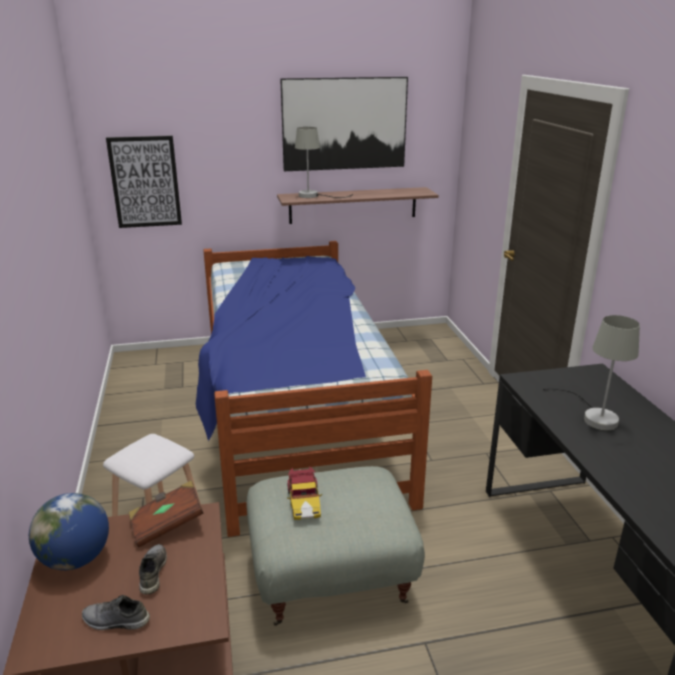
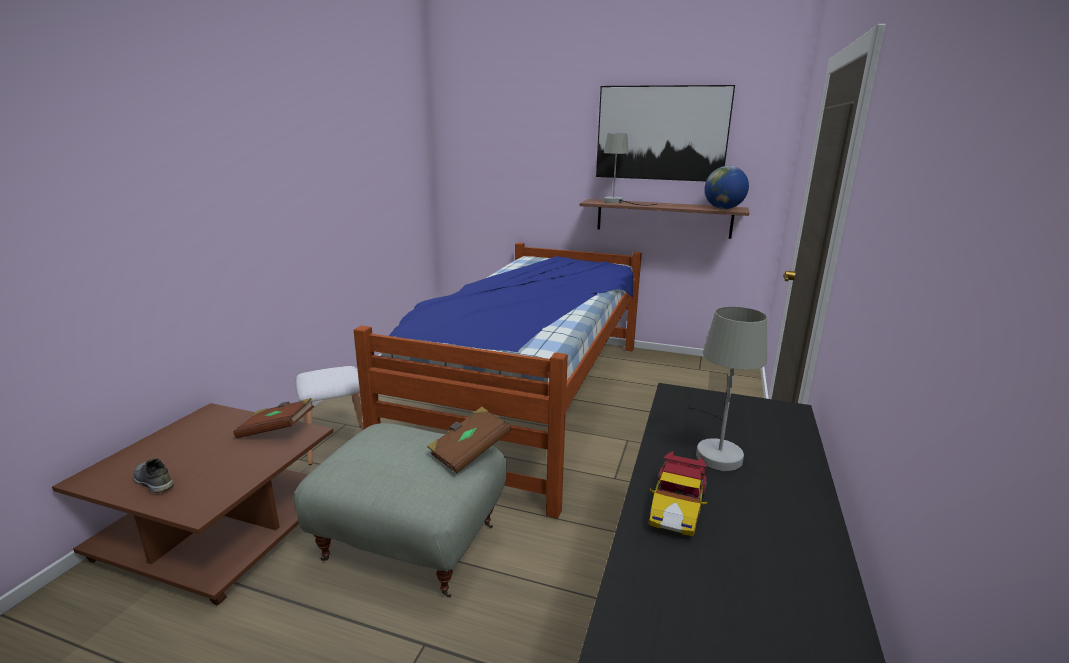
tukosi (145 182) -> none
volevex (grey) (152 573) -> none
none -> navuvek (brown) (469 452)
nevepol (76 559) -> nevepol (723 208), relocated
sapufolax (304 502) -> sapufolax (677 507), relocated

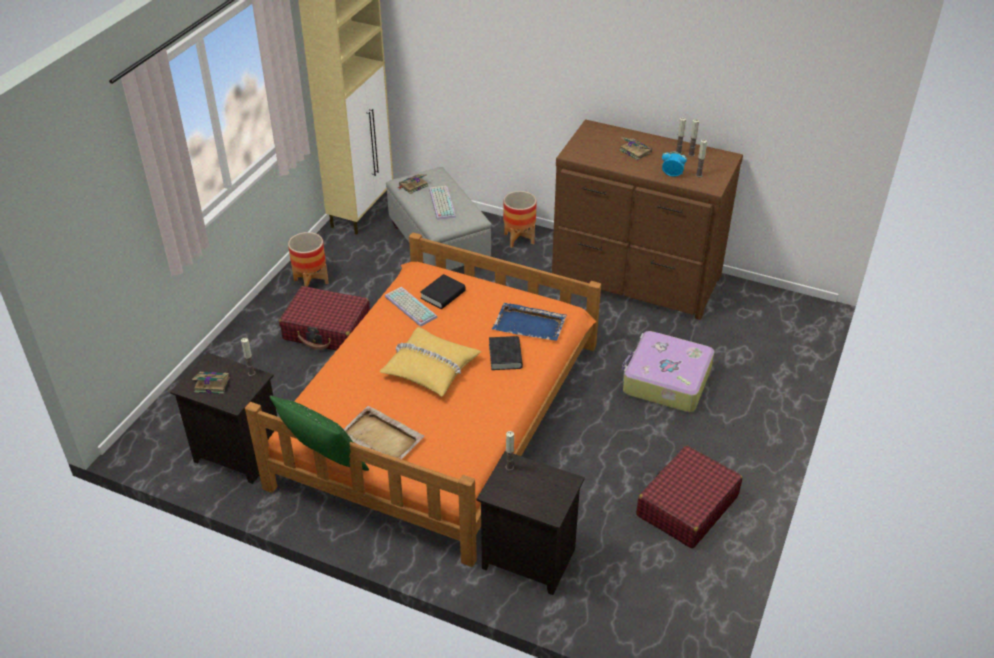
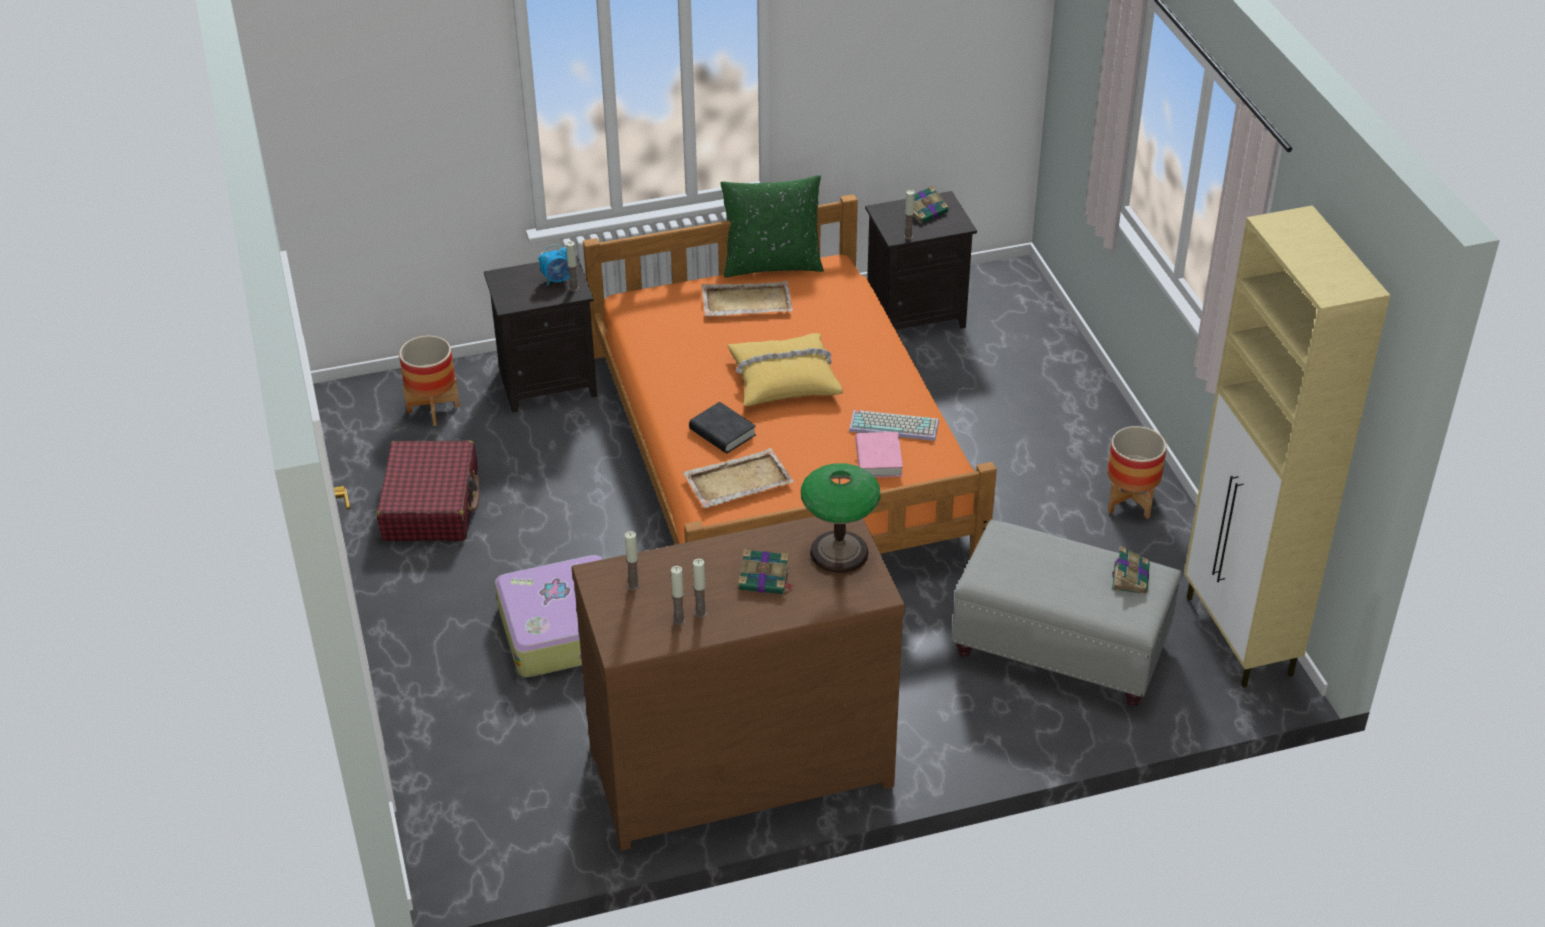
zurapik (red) (327 329) -> none
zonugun (441 203) -> none
none -> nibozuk (838 553)
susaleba (519 239) -> susaleba (433 409), relocated
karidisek (672 174) -> karidisek (557 280), relocated
navuvek (black) (443 295) -> navuvek (pink) (878 459)
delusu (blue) (530 324) -> delusu (beige) (737 481)

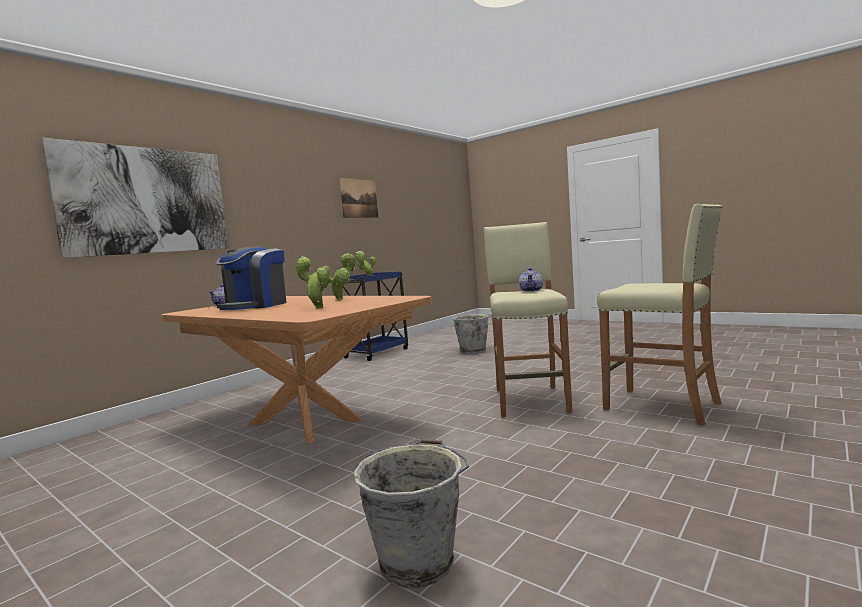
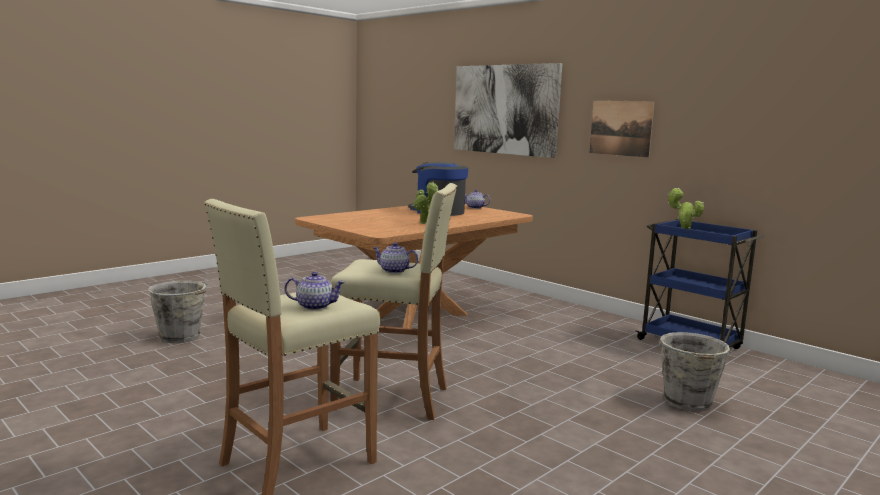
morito (317 308) -> none
none -> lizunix (314 306)
tukosi (359 198) -> tukosi (621 128), relocated

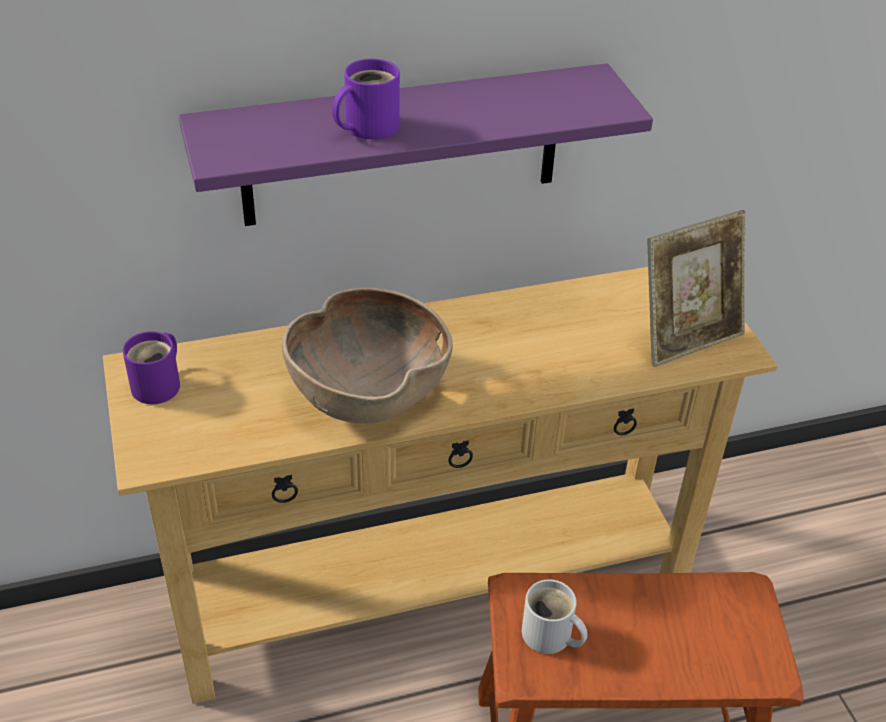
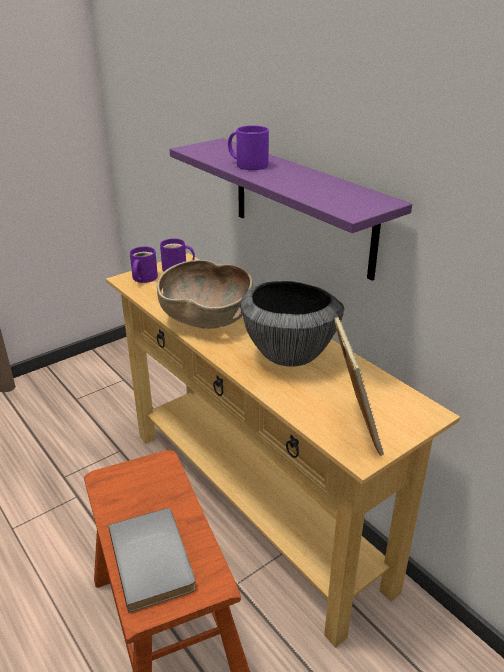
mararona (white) (549 637) -> none
none -> navuvek (grey) (155 559)
none -> mararona (purple) (143 278)
none -> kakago (290 355)
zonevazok (687 338) -> zonevazok (354 425), 135 degrees counterclockwise

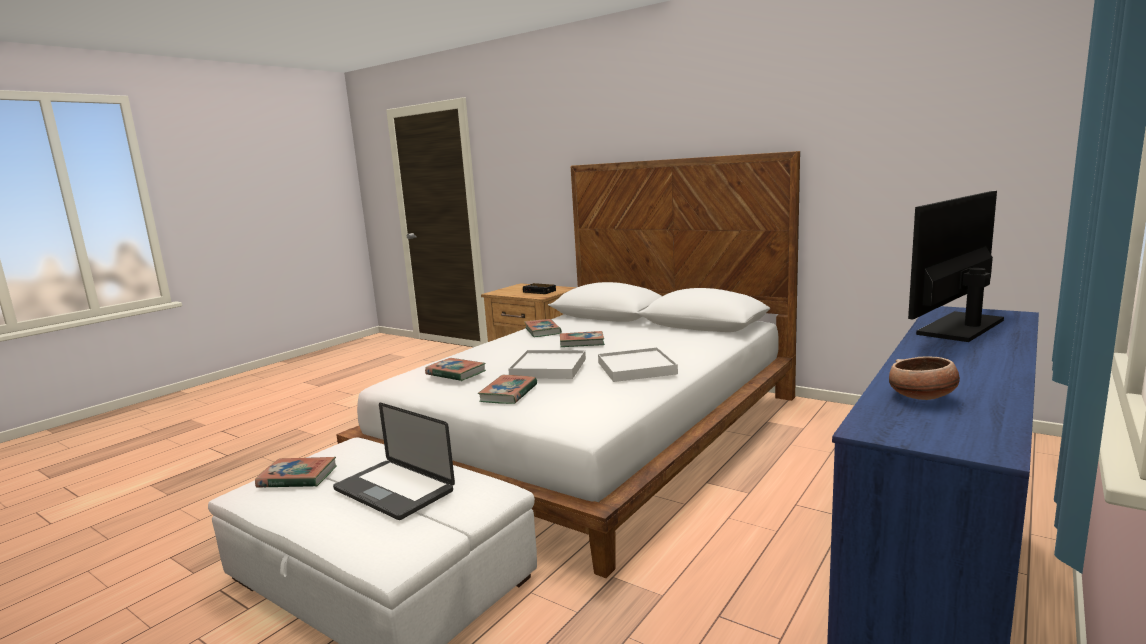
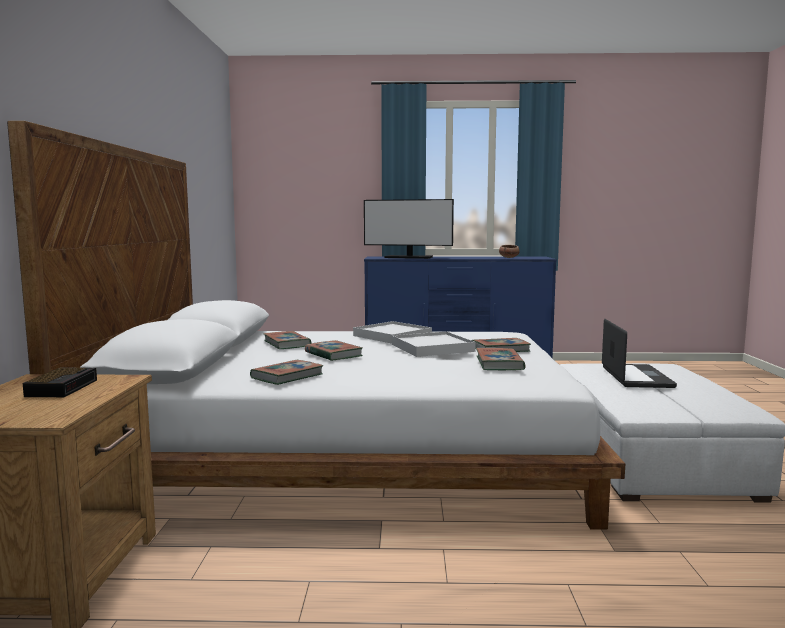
navuvek (297 477) -> navuvek (287 344), relocated

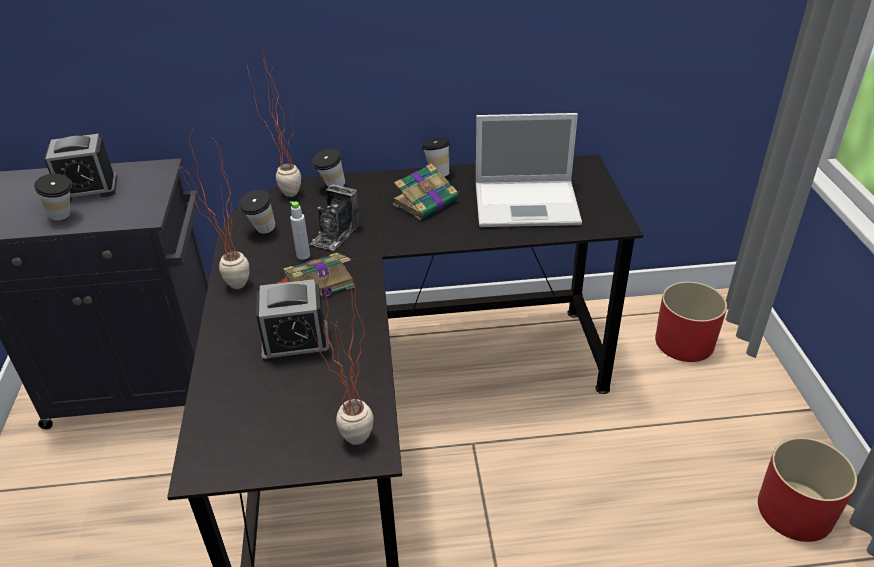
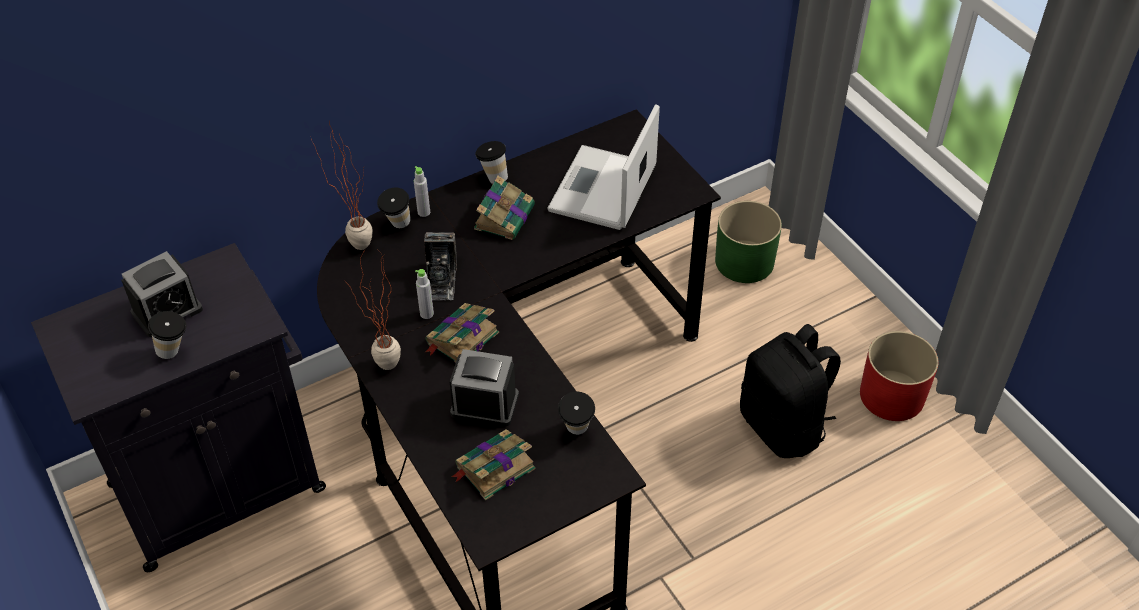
morito (351 447) -> none
none -> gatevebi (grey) (424 212)
none -> navuvek (493 468)
none -> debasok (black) (783 427)
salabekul (261 231) -> salabekul (576 432), relocated
susaleba (red) (684 342) -> susaleba (green) (744 261)
karidisek (295 342) -> karidisek (484 404), 135 degrees counterclockwise
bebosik (528 203) -> bebosik (602 190), 135 degrees clockwise

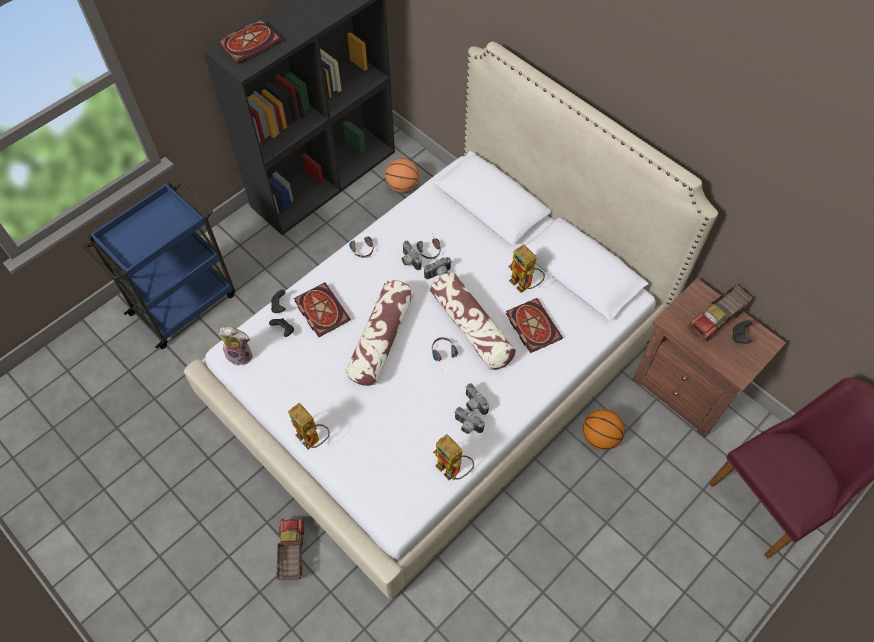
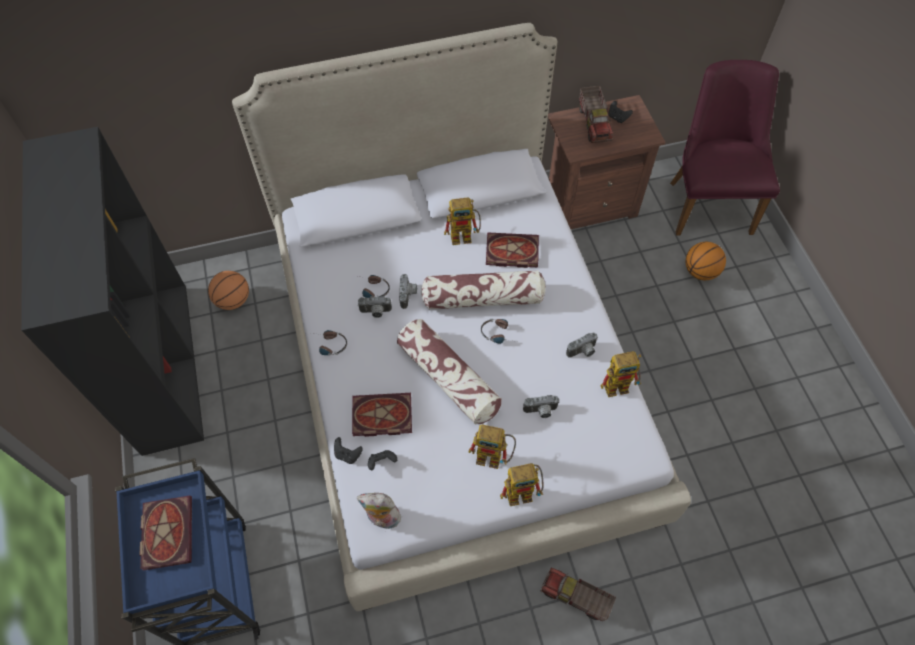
none -> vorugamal (494 457)
navuvek (251 42) -> navuvek (166 531), relocated
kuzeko (473 404) -> kuzeko (540 411), relocated
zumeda (600 437) -> zumeda (700 272), relocated
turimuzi (241 354) -> turimuzi (382 519), 120 degrees counterclockwise

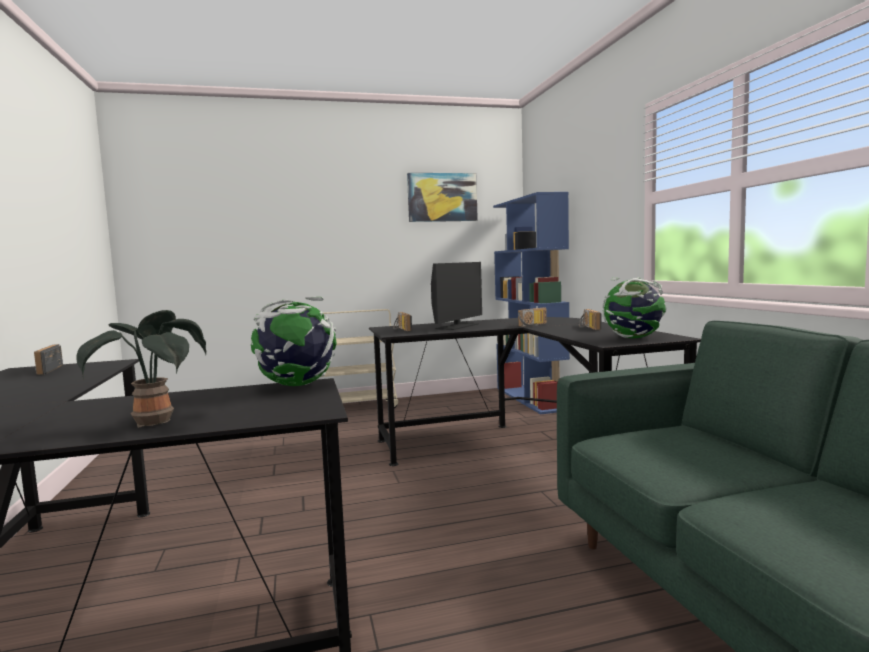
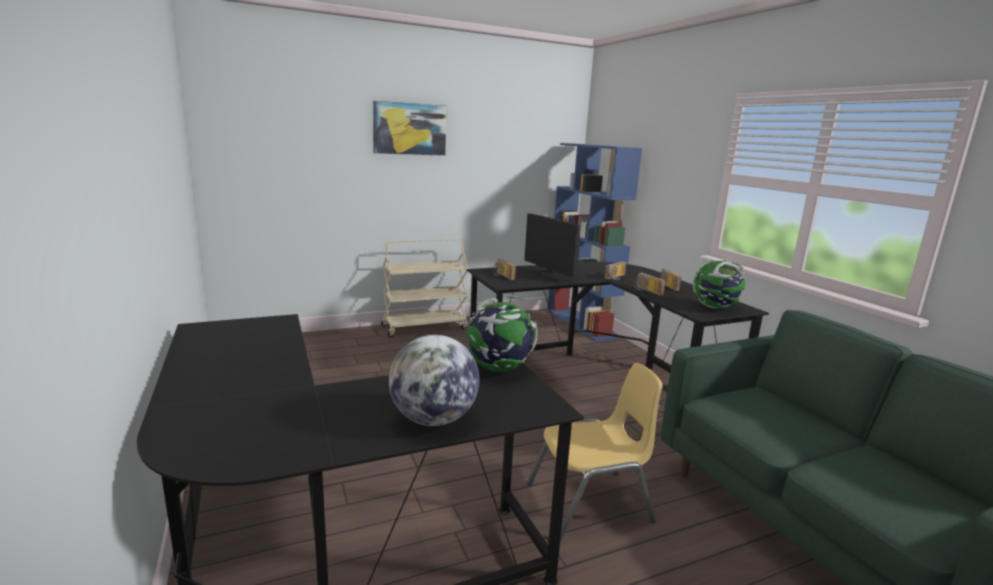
none -> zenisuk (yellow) (590 503)
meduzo (44 370) -> meduzo (646 291), relocated
tukosi (442 197) -> tukosi (409 129), relocated
morito (154 422) -> nevepol (433 419)
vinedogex (457 326) -> vinedogex (550 274), 120 degrees clockwise

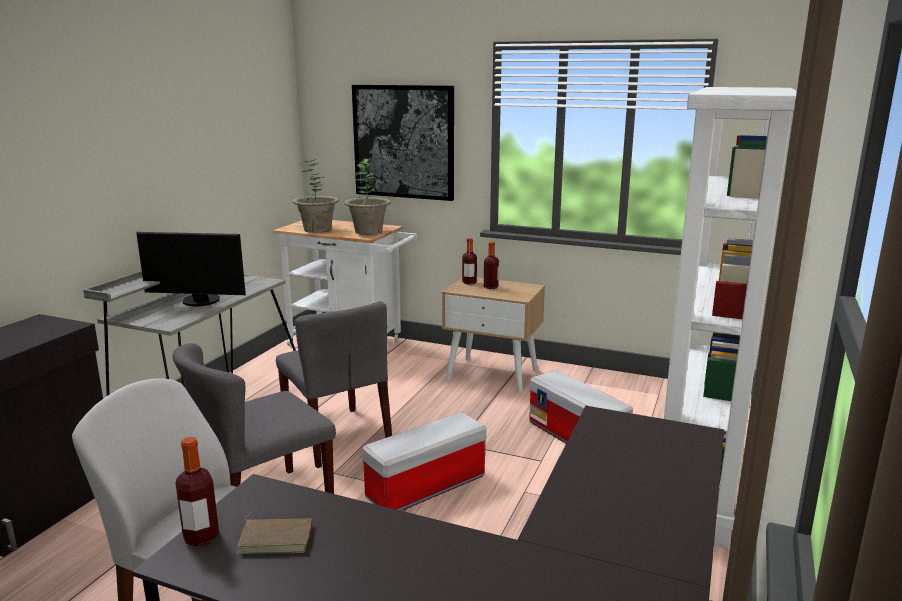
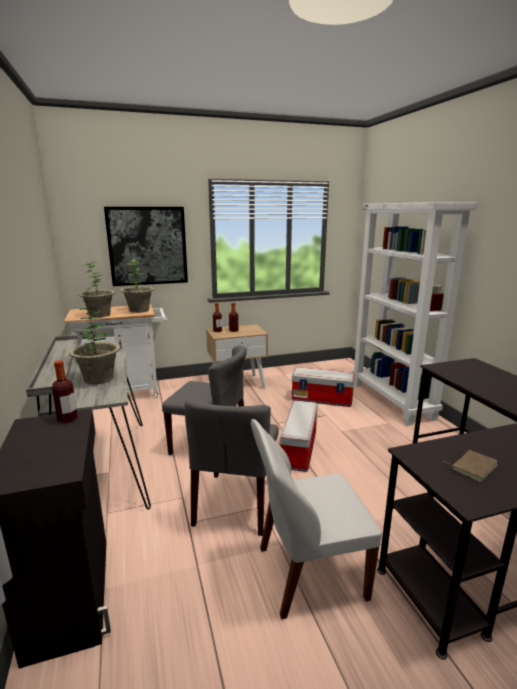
gatevebi (201 536) -> gatevebi (67 419), relocated
vinedogex (199 302) -> morito (99 378)

